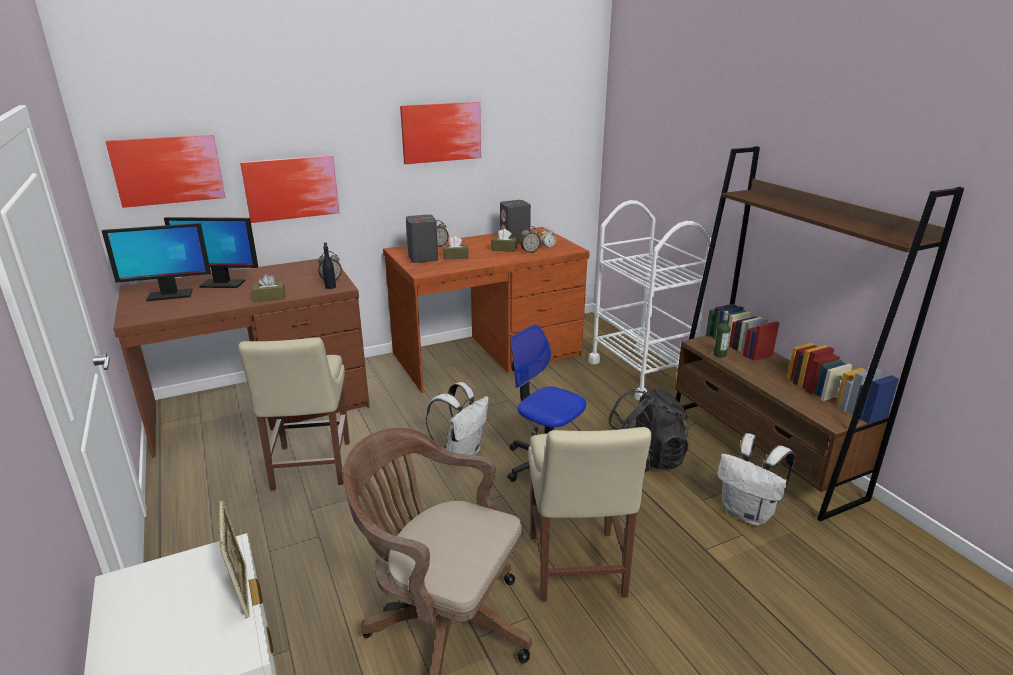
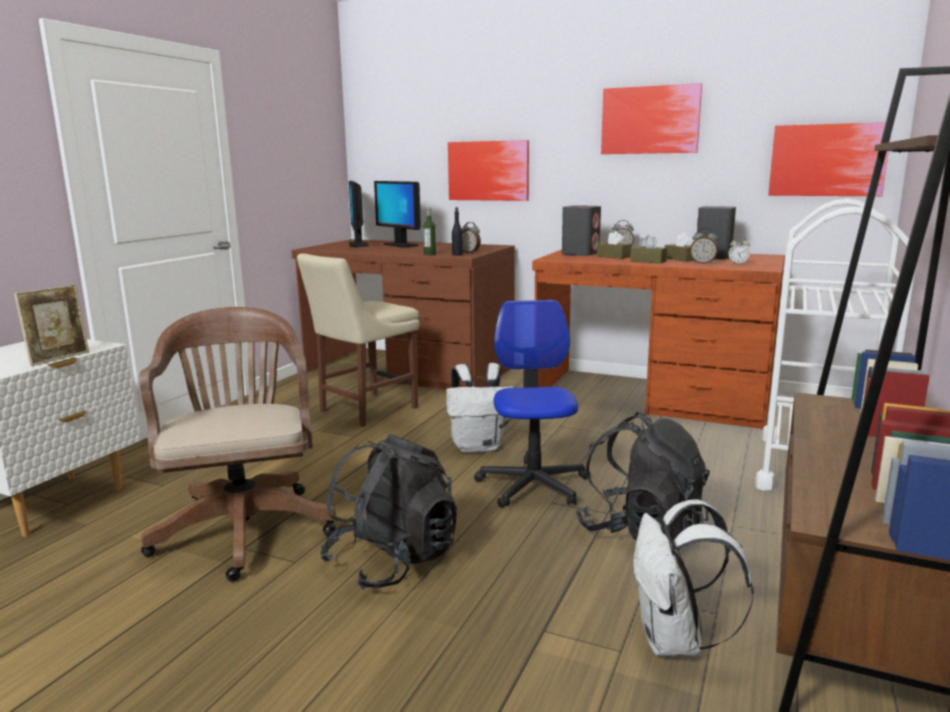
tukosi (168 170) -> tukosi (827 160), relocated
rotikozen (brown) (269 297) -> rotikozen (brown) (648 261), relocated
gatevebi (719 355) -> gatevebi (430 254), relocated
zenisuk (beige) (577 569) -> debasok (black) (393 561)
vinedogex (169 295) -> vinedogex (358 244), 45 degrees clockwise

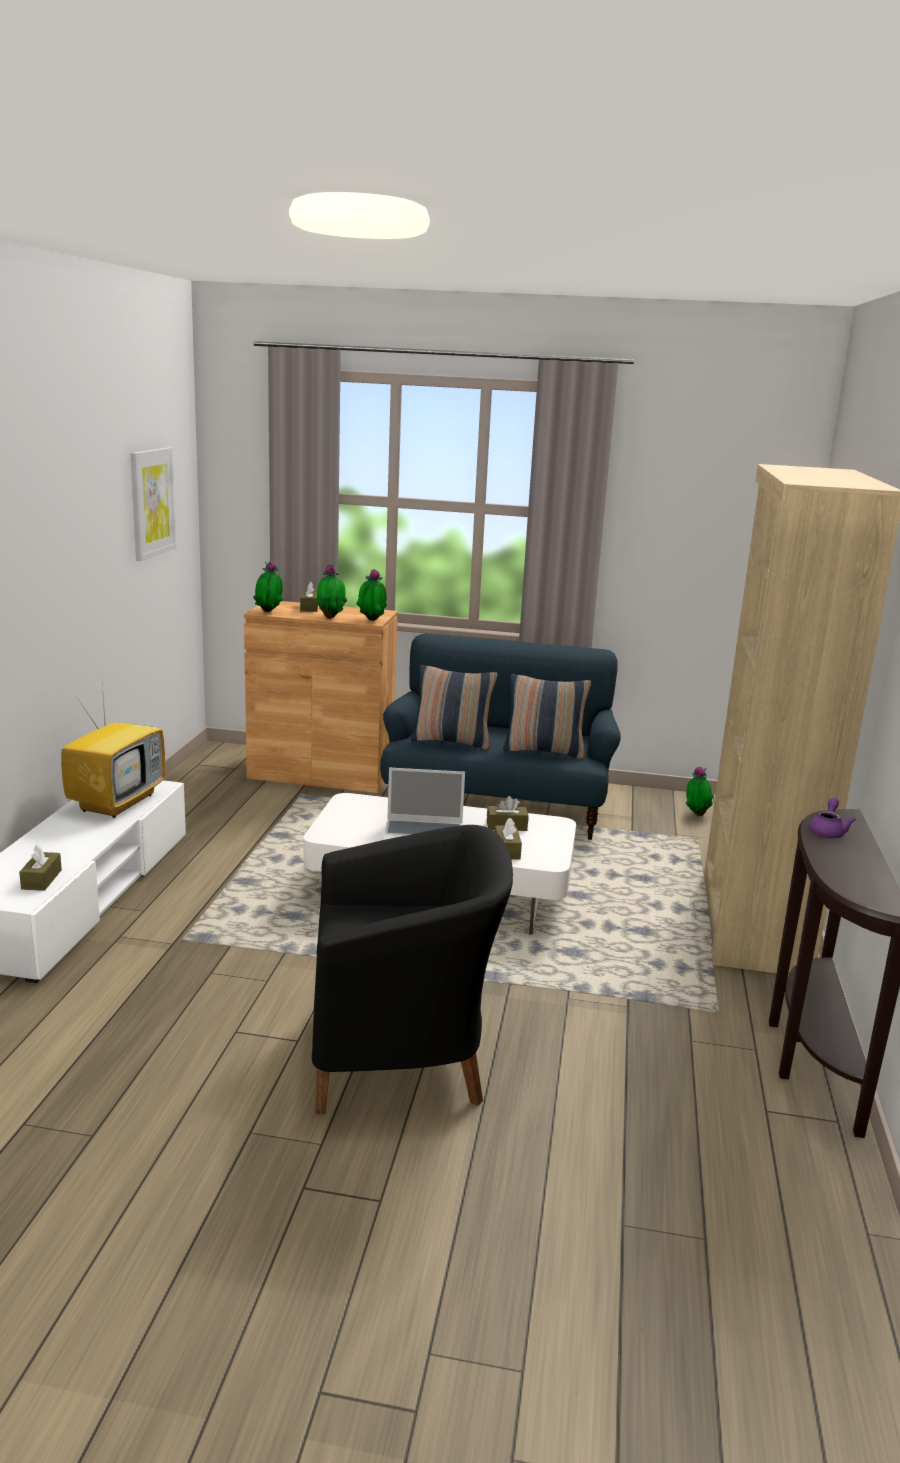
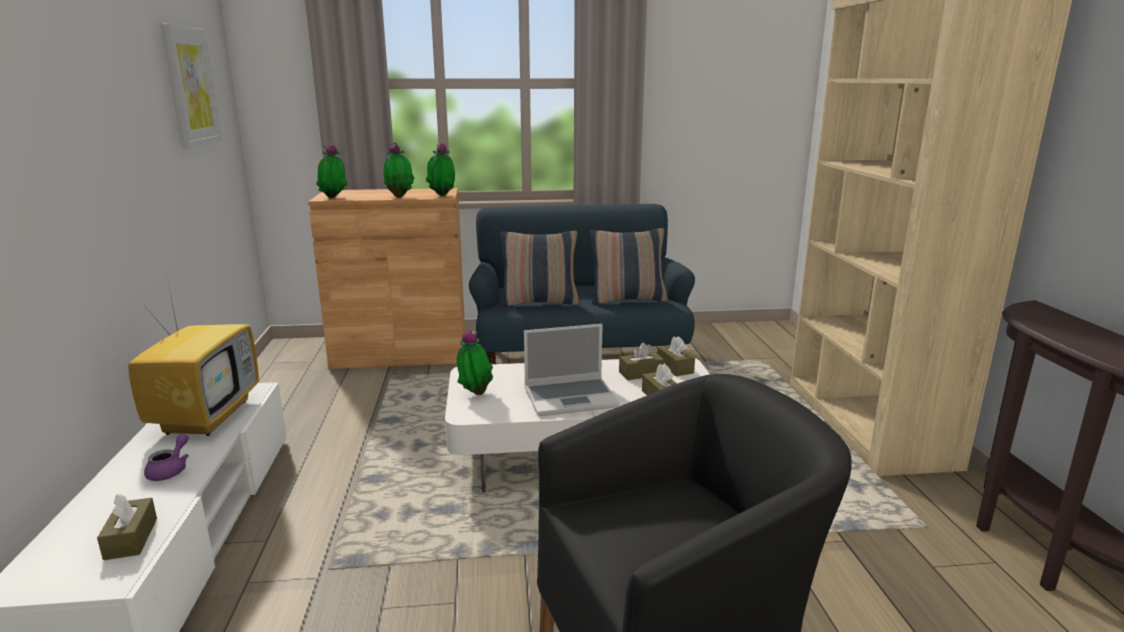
rotikozen (brown) (309 608) -> rotikozen (brown) (675 367), relocated
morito (696 814) -> morito (475 394), relocated
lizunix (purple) (828 831) -> lizunix (purple) (171 470), relocated

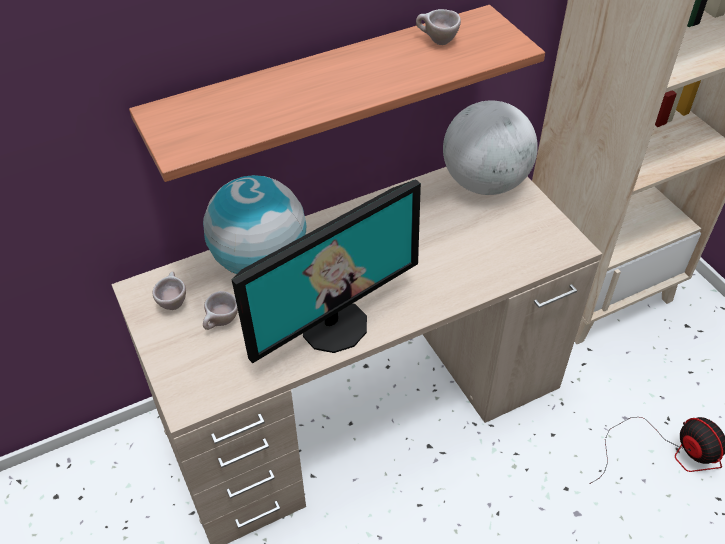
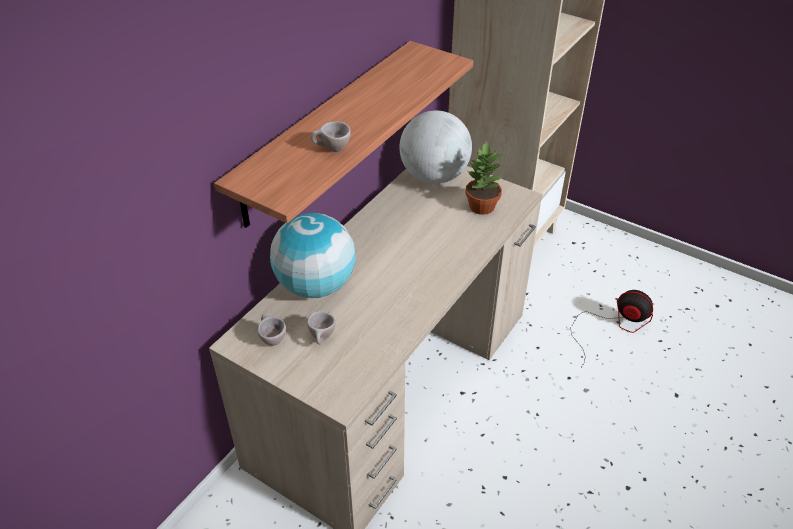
vinedogex (334 325) -> none
none -> morito (481 207)
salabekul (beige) (436 41) -> salabekul (beige) (331 150), relocated

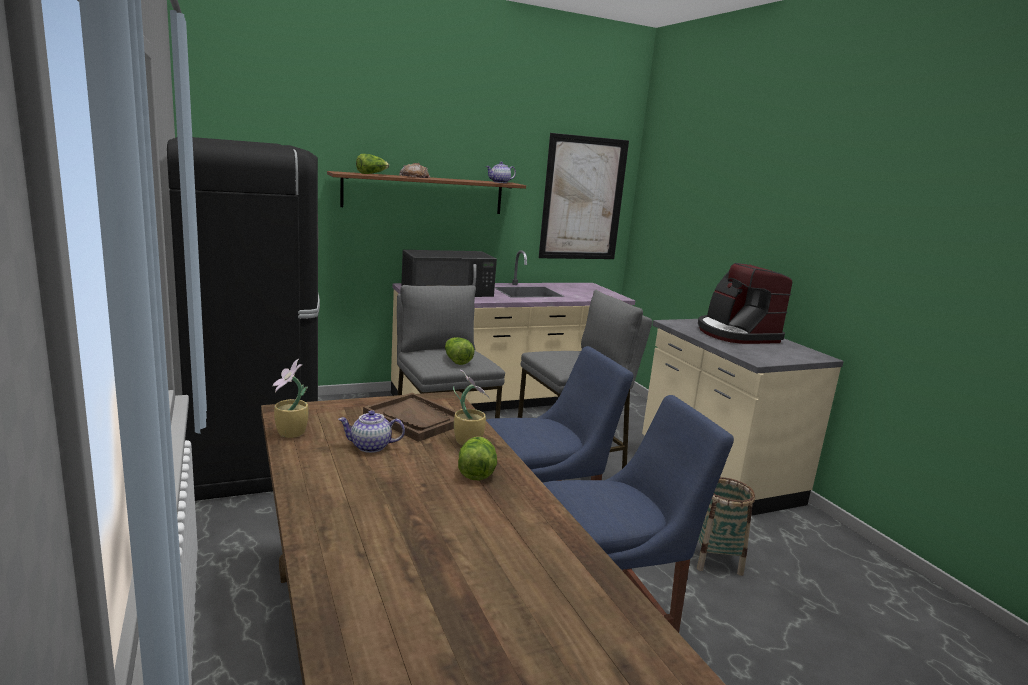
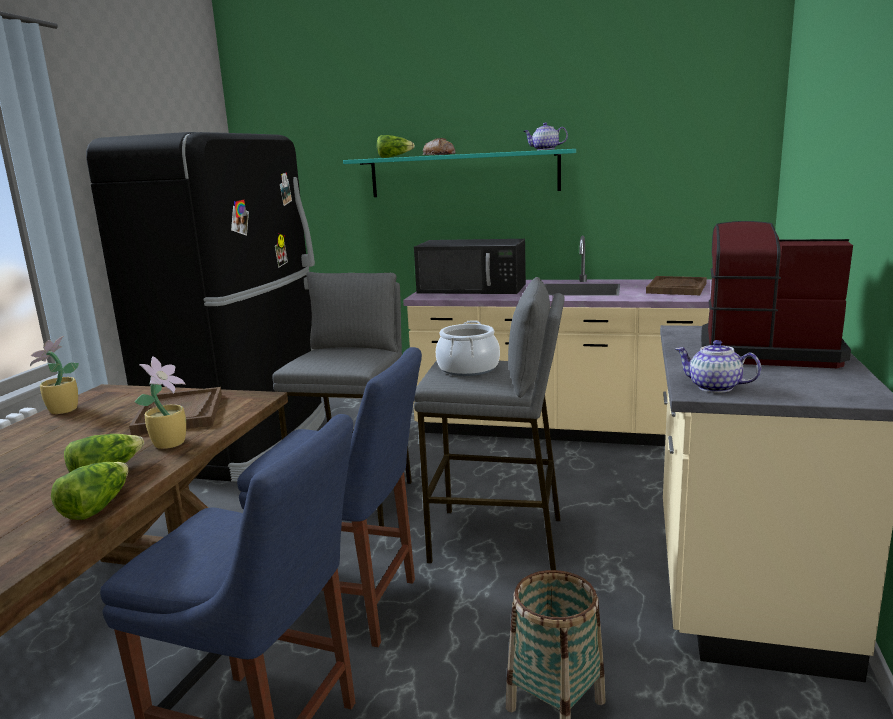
tukosi (583 199) -> none
none -> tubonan (468 368)
none -> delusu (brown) (676 288)
lizunix (370 447) -> lizunix (714 387), relocated
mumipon (456 360) -> mumipon (96 507), relocated
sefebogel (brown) (424 194) -> sefebogel (turquoise) (463 174)
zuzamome (736 334) -> zuzamome (765 351), 90 degrees clockwise

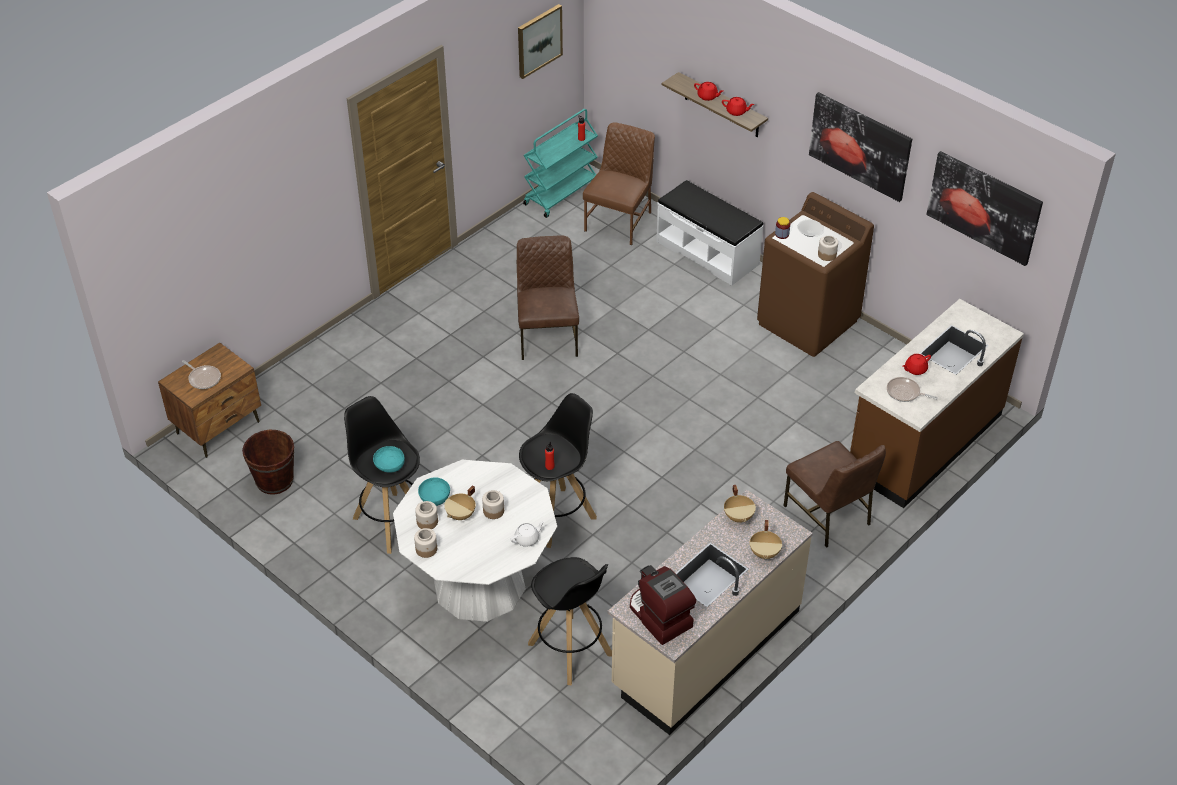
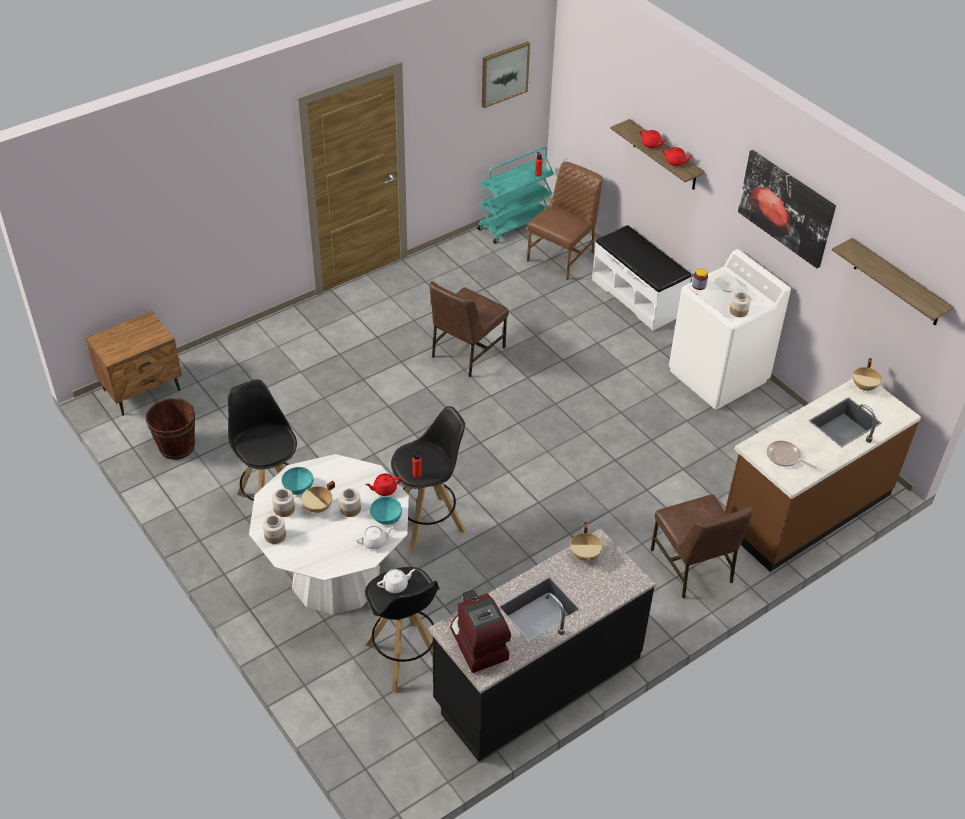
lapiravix (203 378) -> none
none -> lizunix (white) (396 585)
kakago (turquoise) (389 466) -> kakago (turquoise) (386 517), relocated
tubonan (beige) (765 553) -> tubonan (beige) (864 386), relocated
lizunix (red) (915 369) -> lizunix (red) (384 489), relocated
tukosi (984 207) -> sefebogel (898 283)
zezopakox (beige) (705 648) -> zezopakox (black) (537 679)
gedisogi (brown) (808 322) -> gedisogi (white) (718 376)
zenisuk (brown) (547 336) -> zenisuk (brown) (466 352), 150 degrees counterclockwise

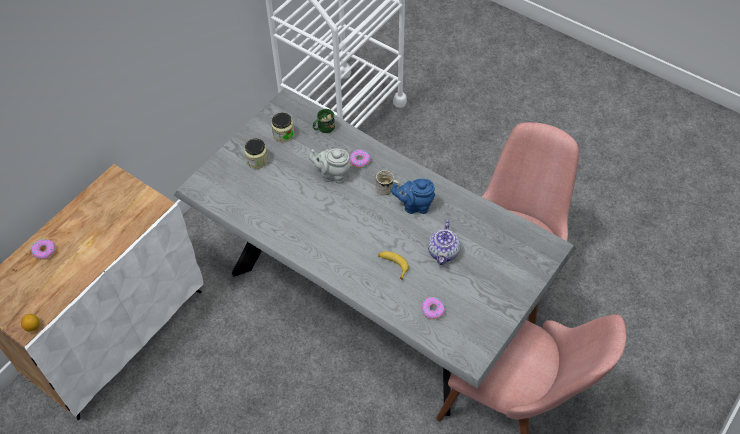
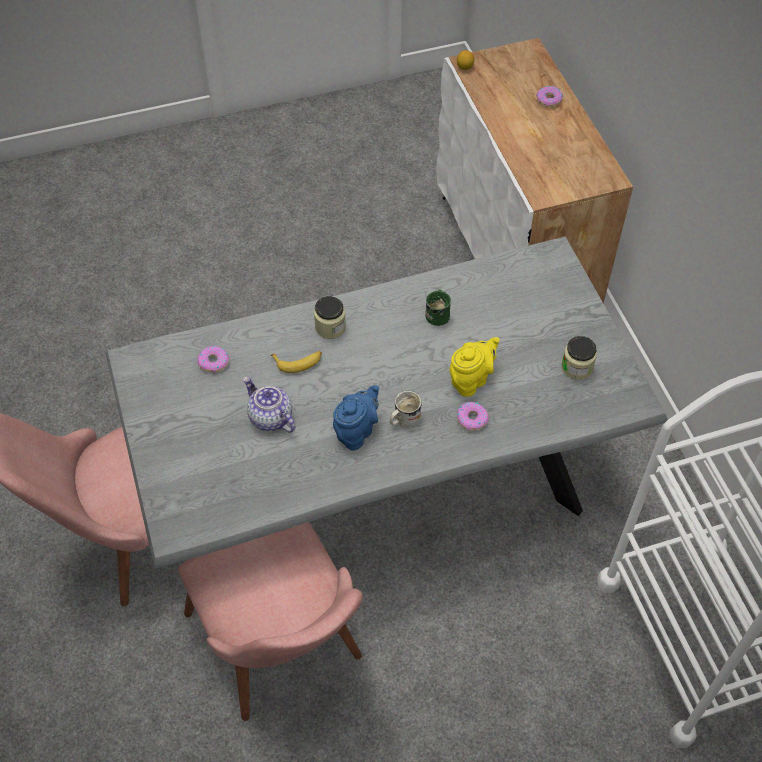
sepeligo (257 160) -> sepeligo (330 327), relocated
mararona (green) (323 128) -> mararona (green) (438 314), relocated
lizunix (grey) (333 175) -> lizunix (yellow) (471 380)

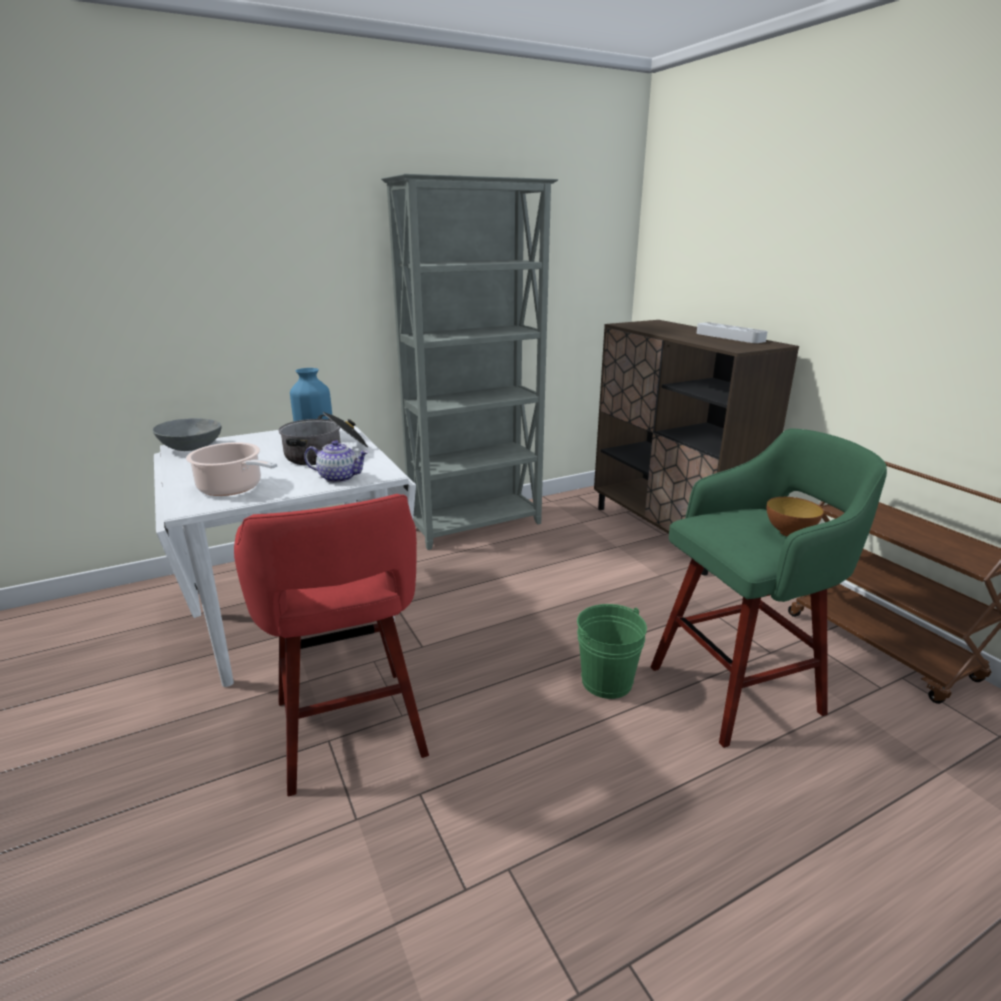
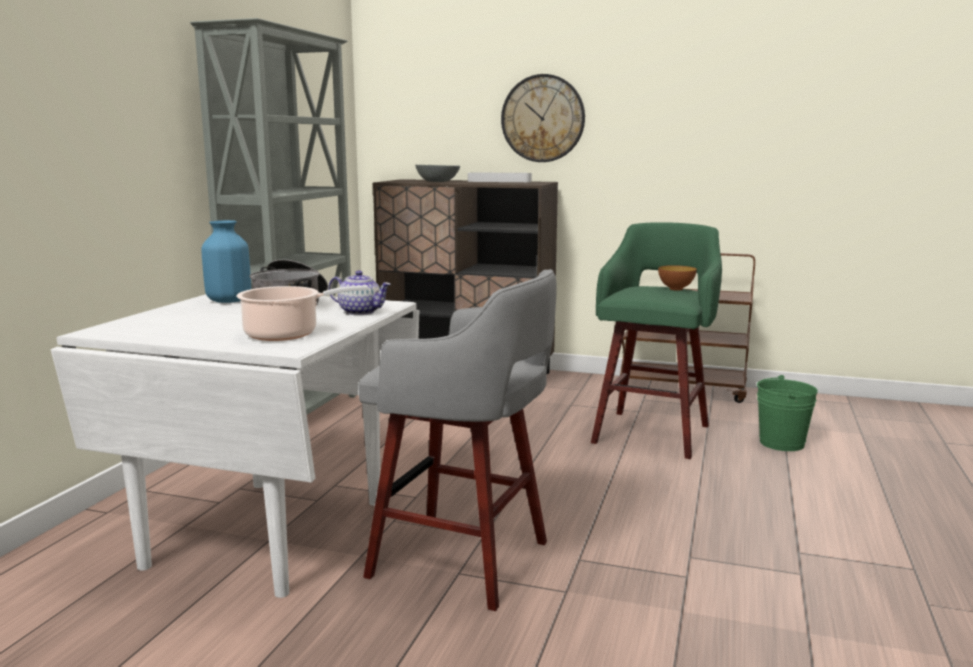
none -> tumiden (543 118)
kakago (grey) (190 448) -> kakago (grey) (438 181), relocated
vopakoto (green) (607 681) -> vopakoto (green) (781 443), relocated
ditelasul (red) (350 732) -> ditelasul (grey) (465 561)
lizunix (339 477) -> lizunix (361 312), 60 degrees clockwise

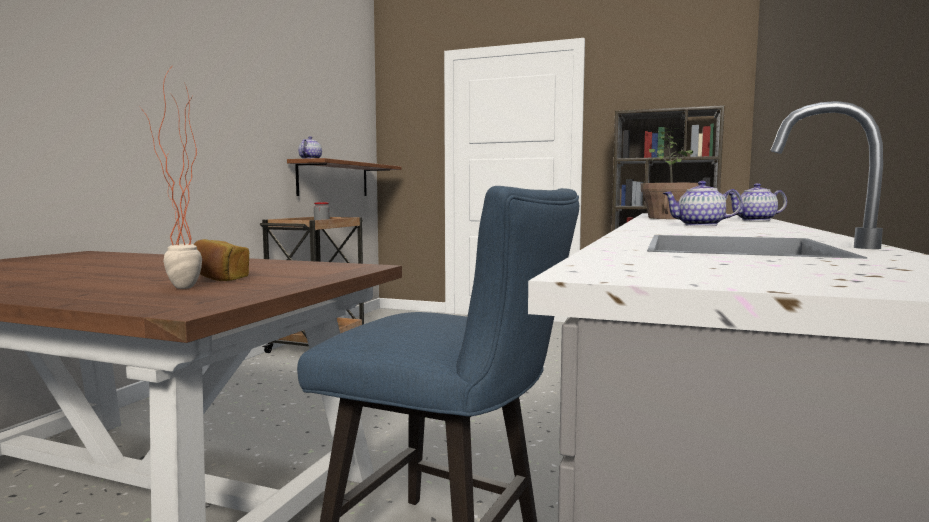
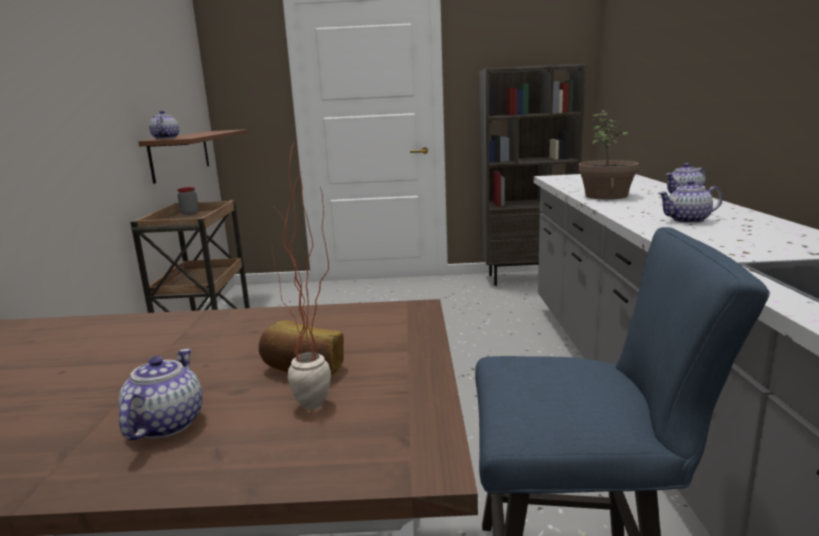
none -> lizunix (165 424)

